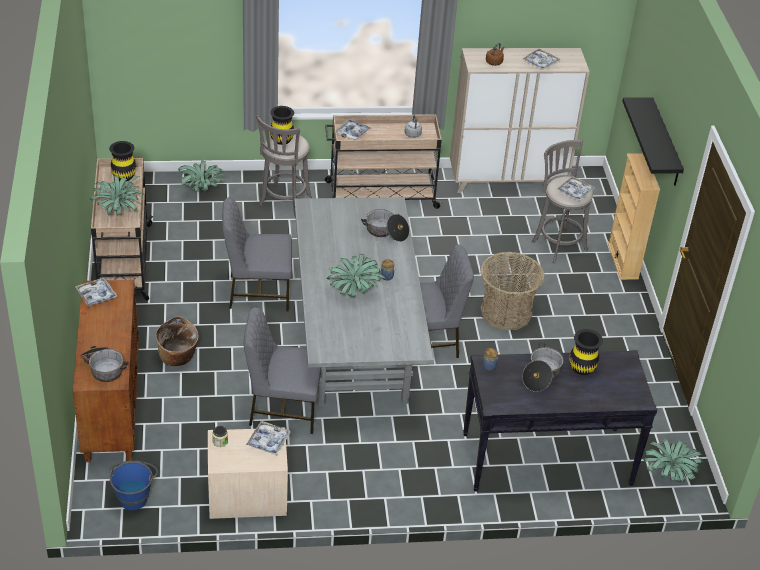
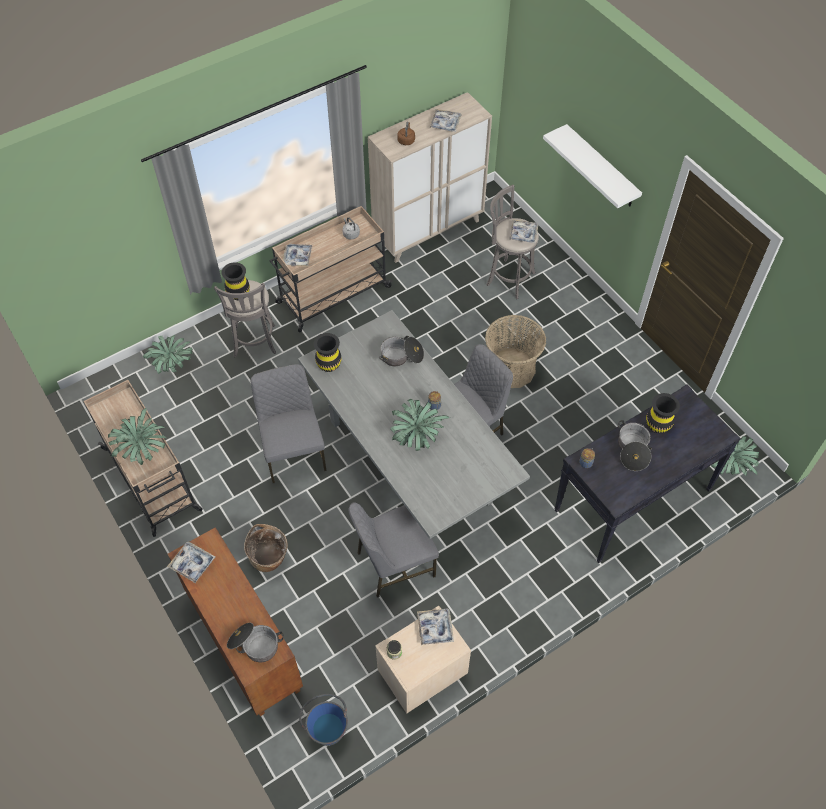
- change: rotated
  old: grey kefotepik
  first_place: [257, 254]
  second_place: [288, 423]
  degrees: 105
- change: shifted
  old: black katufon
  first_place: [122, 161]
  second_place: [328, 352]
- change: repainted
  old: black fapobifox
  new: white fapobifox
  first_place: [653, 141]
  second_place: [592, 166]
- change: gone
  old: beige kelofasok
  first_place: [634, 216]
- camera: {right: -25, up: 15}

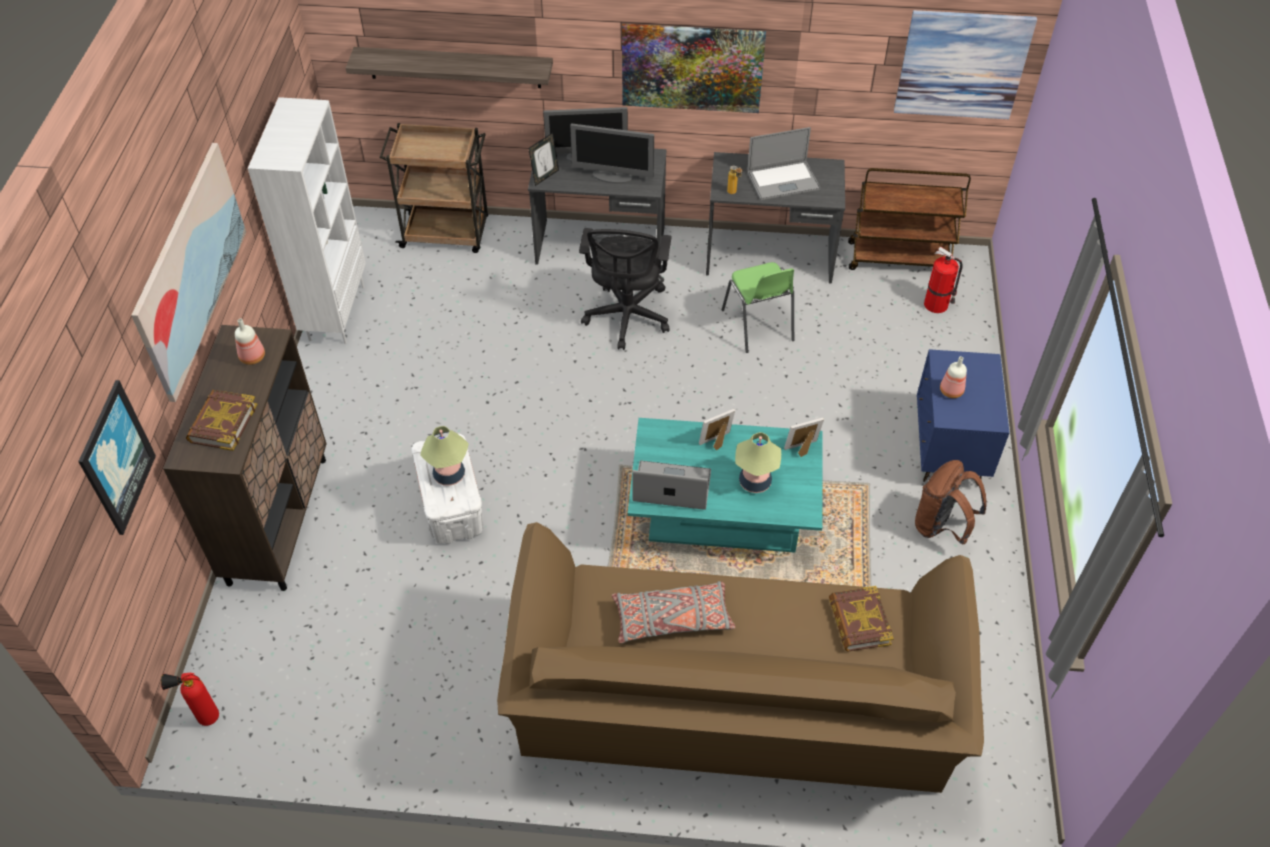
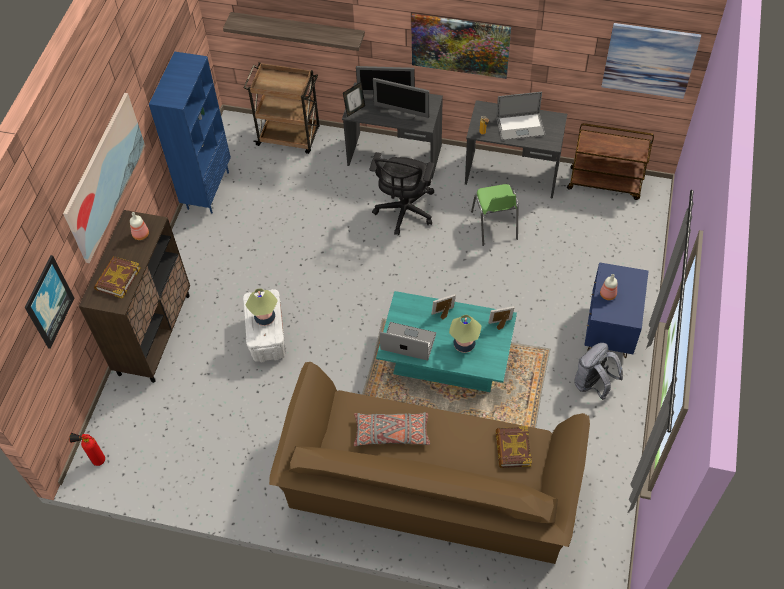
- change: repainted
  old: white kelofasok
  new: blue kelofasok
  first_place: [307, 220]
  second_place: [190, 132]
- change: repainted
  old: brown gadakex
  new: grey gadakex
  first_place: [951, 502]
  second_place: [598, 371]
- change: gone
  old: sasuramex
  first_place: [943, 280]
- camera: {right: 10, up: 5}

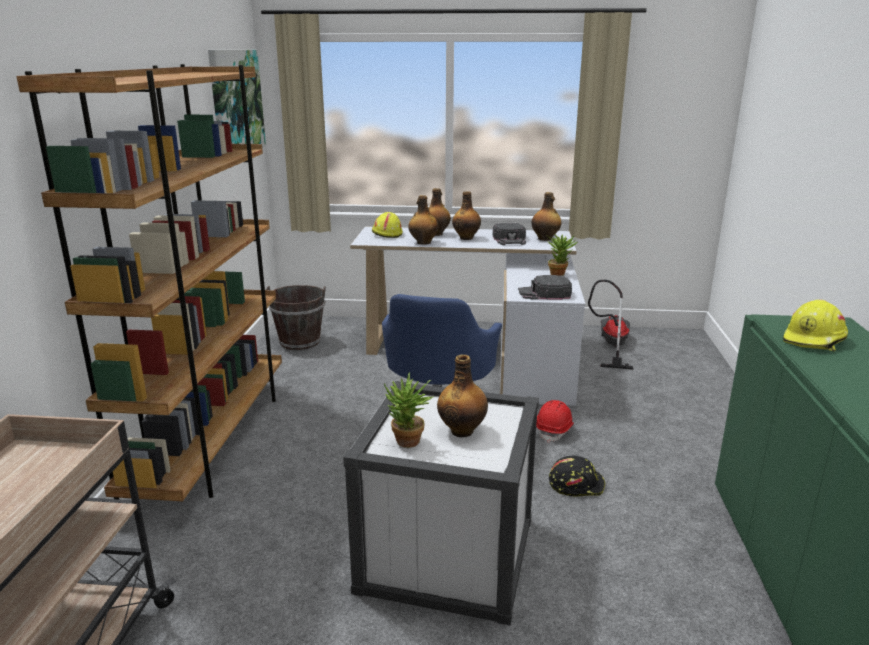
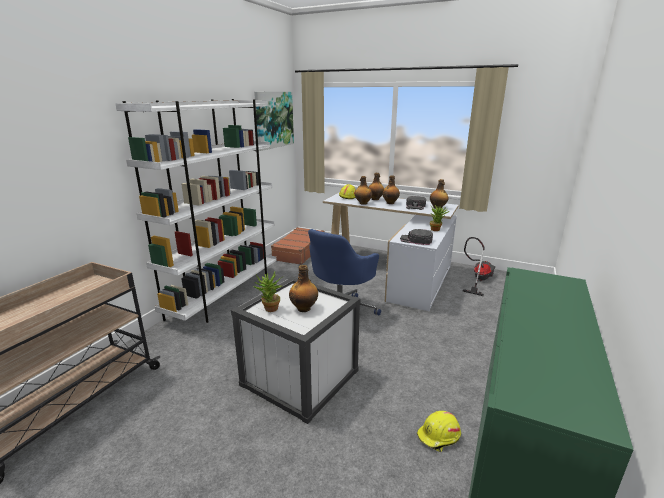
- change: repainted
  old: brown kelofasok
  new: white kelofasok
  first_place: [149, 282]
  second_place: [196, 211]
- change: swapped
  old: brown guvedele
  new: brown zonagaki
  first_place: [295, 317]
  second_place: [297, 246]
- change: shifted
  old: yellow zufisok
  first_place: [815, 325]
  second_place: [439, 431]
- change: gone
  old: red zufisok
  first_place: [555, 421]
- change: gone
  old: black zufisok
  first_place: [577, 476]
- camera: {right: 20, up: 0}

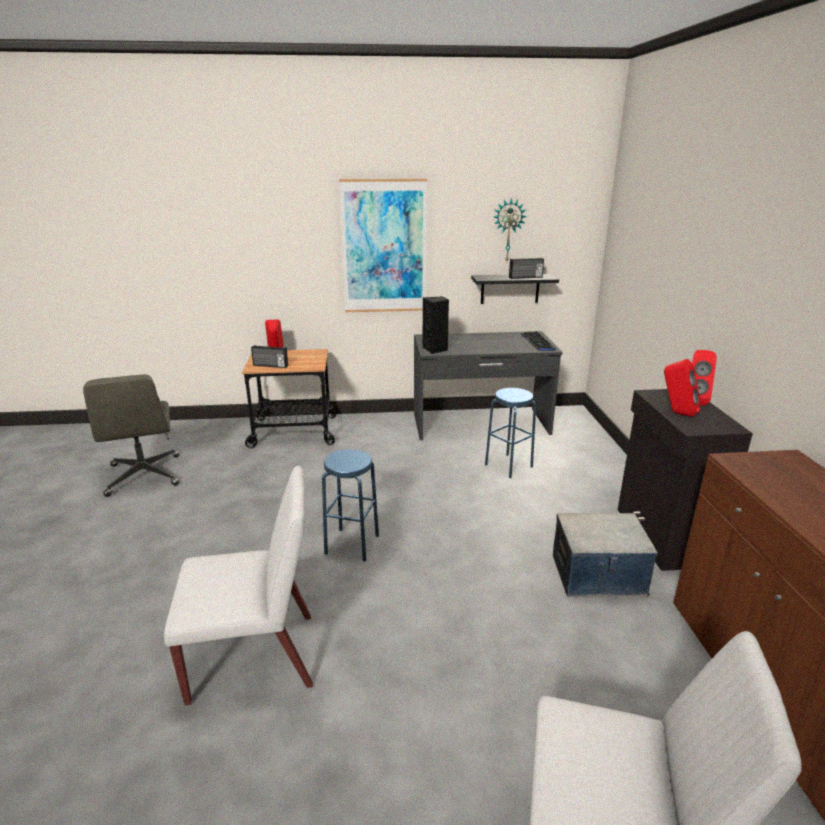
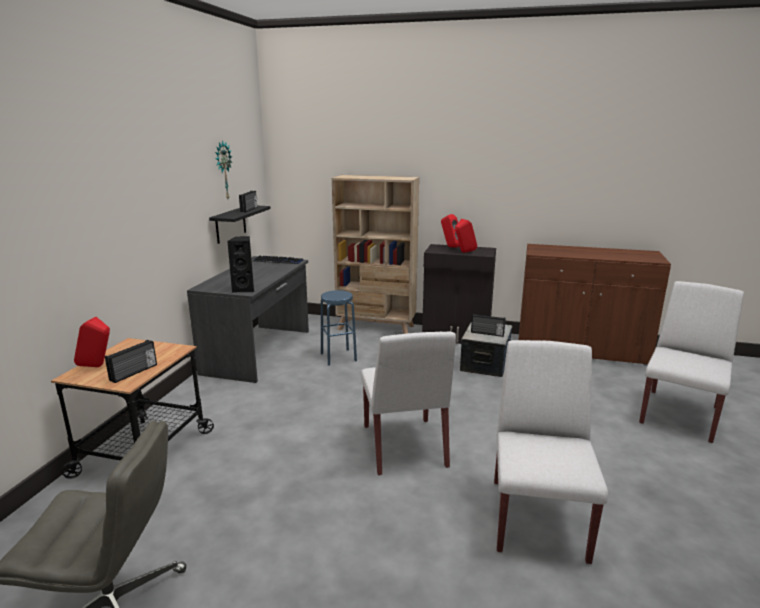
- change: new
  new: beige kelofasok
  second_place: [375, 254]
- change: swapped
  old: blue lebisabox
  new: white kefotepik
  first_place: [350, 505]
  second_place: [408, 403]
- change: new
  new: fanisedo
  second_place: [488, 325]
- change: gone
  old: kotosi
  first_place: [383, 245]
- camera: {right: -70, up: -5}

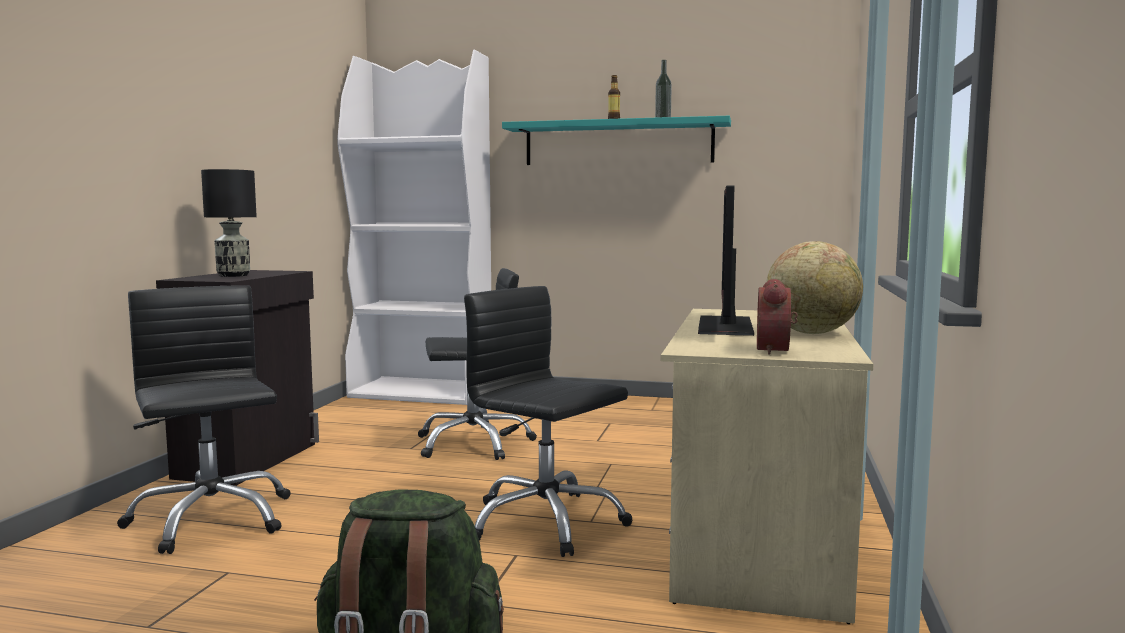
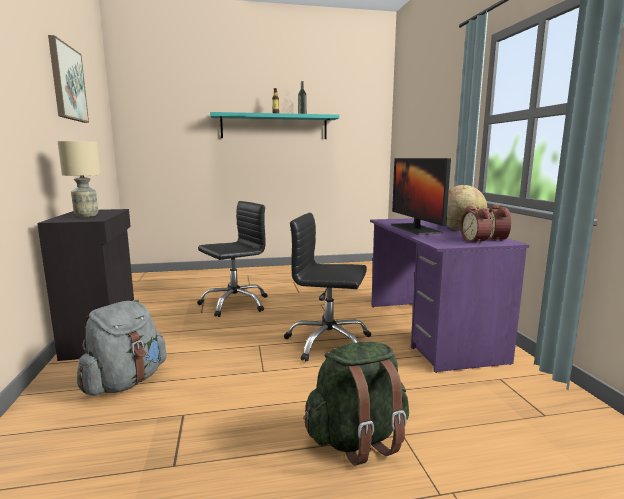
- change: new
  new: kotosi
  second_place: [68, 79]
- change: repainted
  old: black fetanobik
  new: beige fetanobik
  first_place: [229, 223]
  second_place: [79, 179]
- change: swapped
  old: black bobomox
  new: grey gadakex
  first_place: [204, 419]
  second_place: [122, 348]
- change: repainted
  old: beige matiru
  new: purple matiru
  first_place: [767, 467]
  second_place: [449, 295]
- change: new
  new: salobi
  second_place: [499, 223]
- change: gone
  old: white kelofasok
  first_place: [414, 227]
- camera: {right: -25, up: 5}

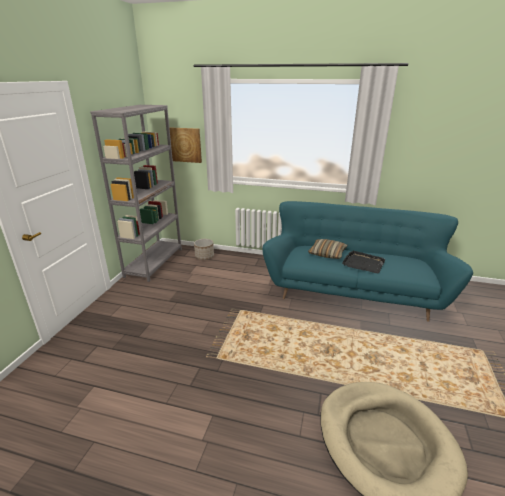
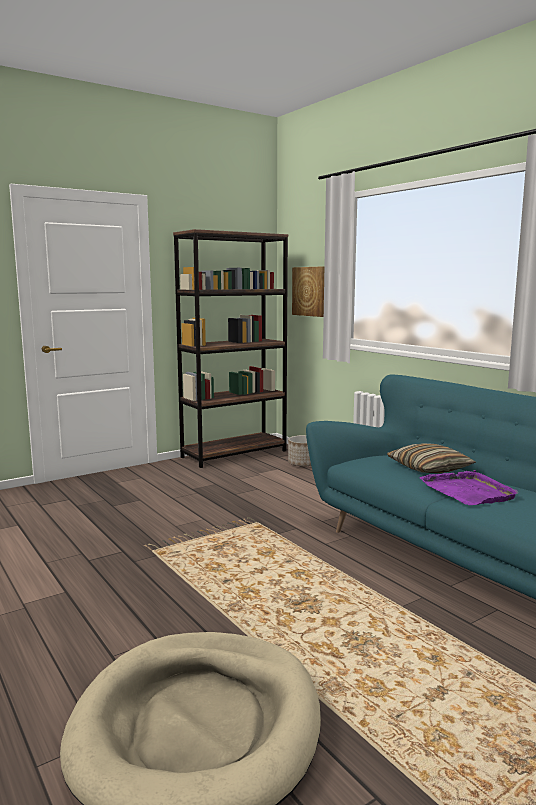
- change: repainted
  old: grey kelofasok
  new: brown kelofasok
  first_place: [136, 193]
  second_place: [230, 348]
- change: repainted
  old: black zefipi
  new: purple zefipi
  first_place: [363, 261]
  second_place: [469, 487]
- camera: {right: 40, up: -15}

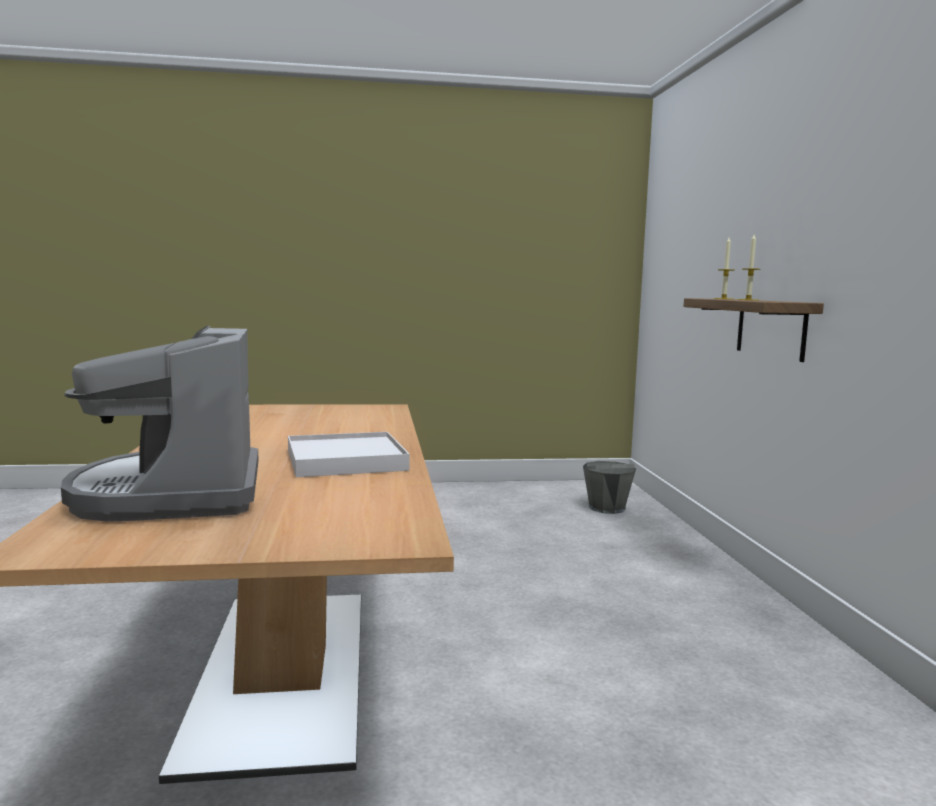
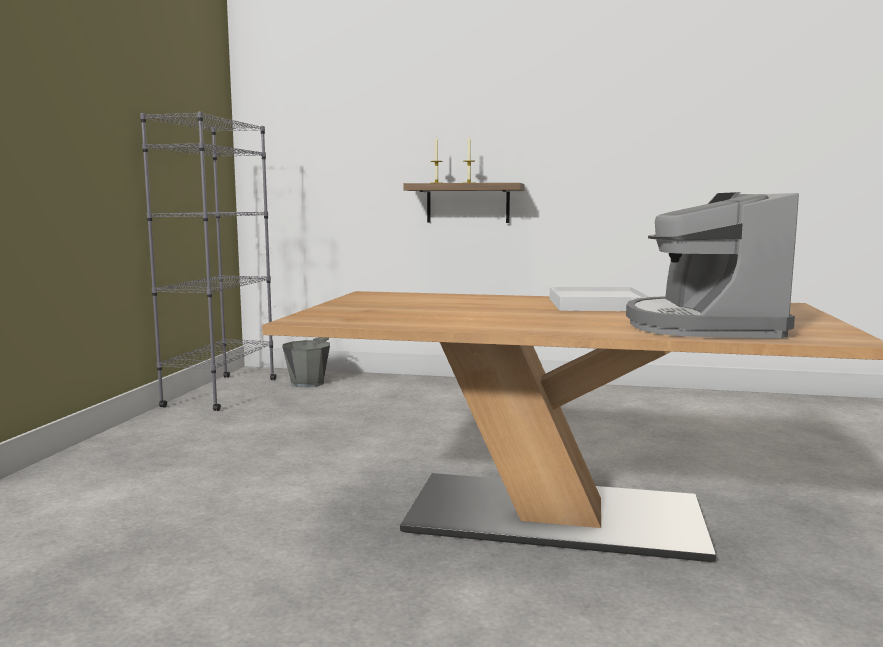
- change: new
  new: grey kelofasok
  second_place: [208, 261]
- change: rotated
  old: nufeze
  first_place: [160, 424]
  second_place: [712, 265]
  degrees: 90
- camera: {right: -70, up: 0}

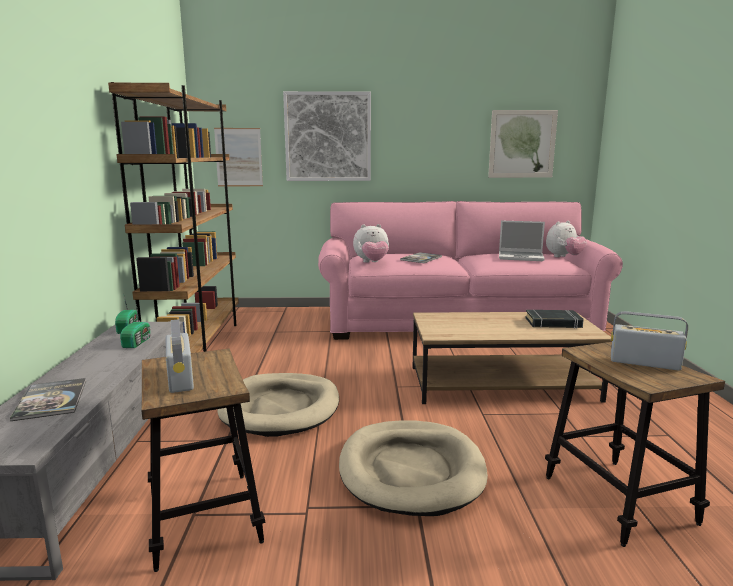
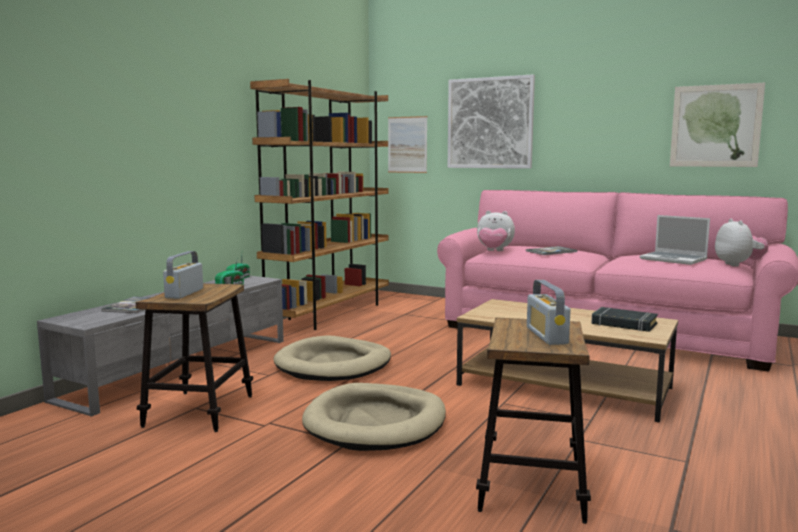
- change: rotated
  old: fanisedo
  first_place: [649, 341]
  second_place: [549, 312]
  degrees: -150
- change: rotated
  old: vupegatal
  first_place: [566, 239]
  second_place: [741, 243]
  degrees: -90
- camera: {right: 30, up: -5}

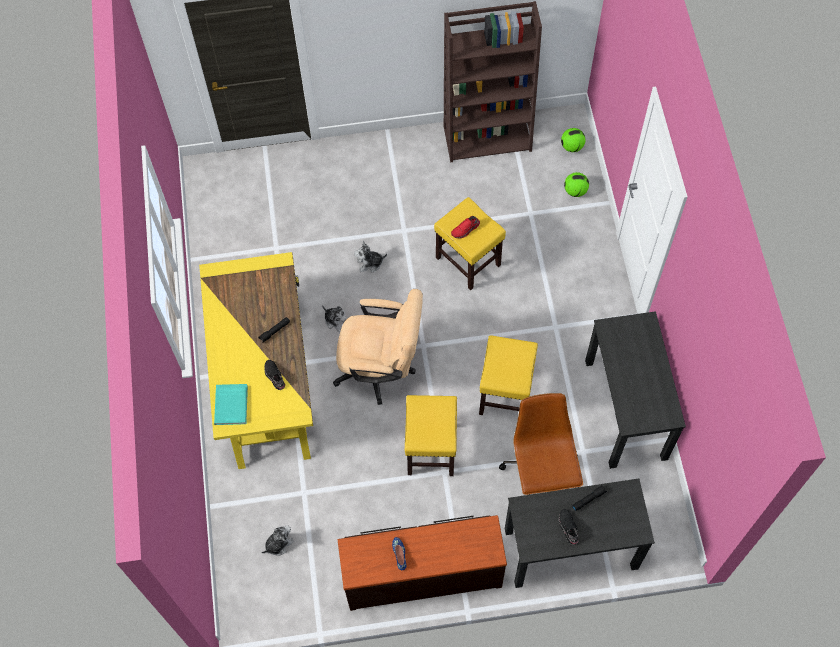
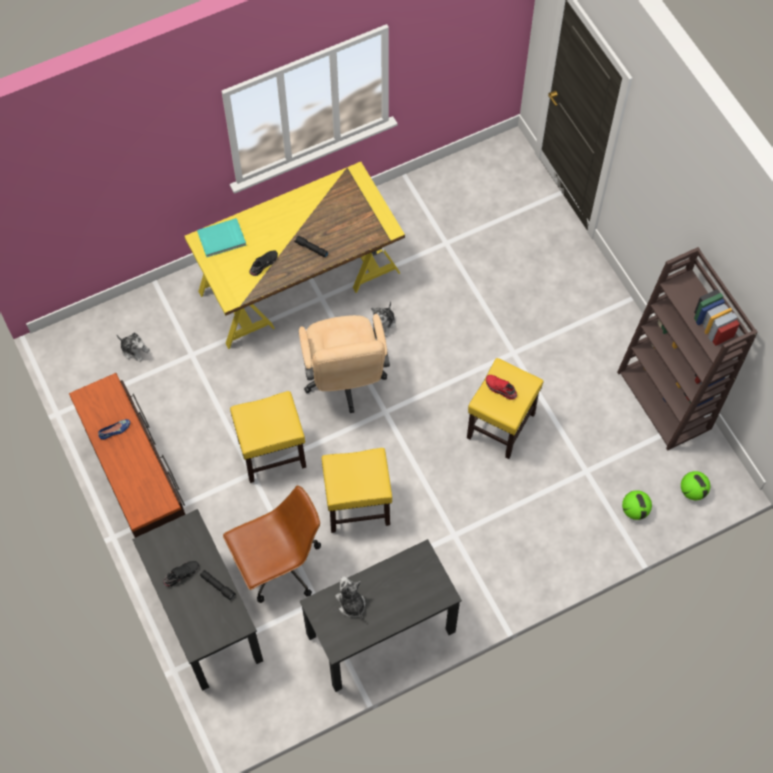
- change: shifted
  old: vupegatal
  first_place: [370, 257]
  second_place: [350, 597]
- camera: {right: 70, up: 0}

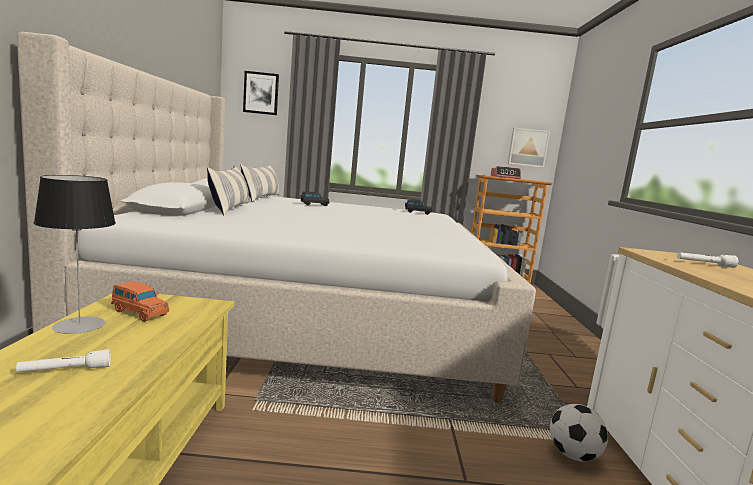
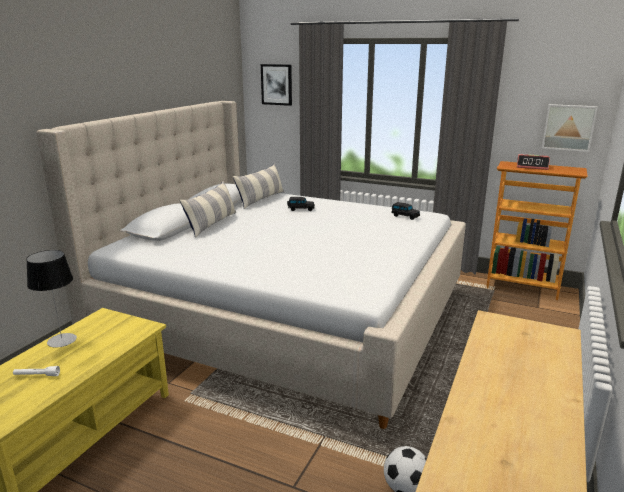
- change: gone
  old: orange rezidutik
  first_place: [140, 301]
- change: gone
  old: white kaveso
  first_place: [707, 260]
- camera: {right: 25, up: 10}

